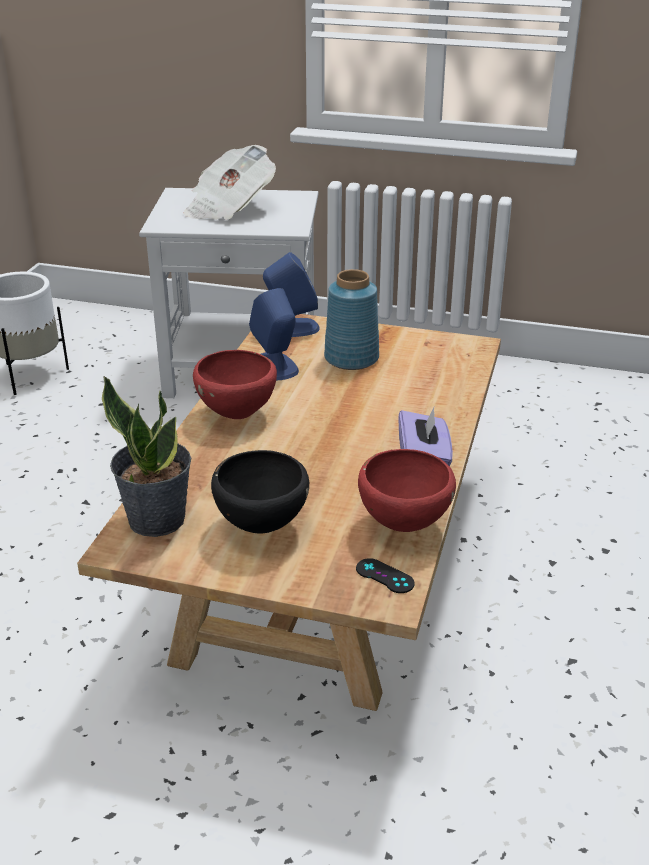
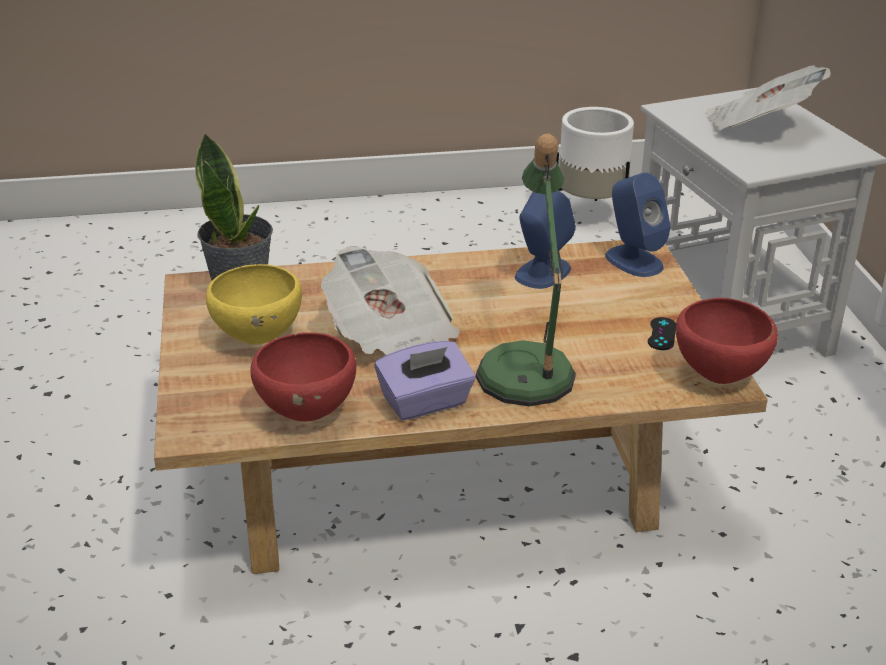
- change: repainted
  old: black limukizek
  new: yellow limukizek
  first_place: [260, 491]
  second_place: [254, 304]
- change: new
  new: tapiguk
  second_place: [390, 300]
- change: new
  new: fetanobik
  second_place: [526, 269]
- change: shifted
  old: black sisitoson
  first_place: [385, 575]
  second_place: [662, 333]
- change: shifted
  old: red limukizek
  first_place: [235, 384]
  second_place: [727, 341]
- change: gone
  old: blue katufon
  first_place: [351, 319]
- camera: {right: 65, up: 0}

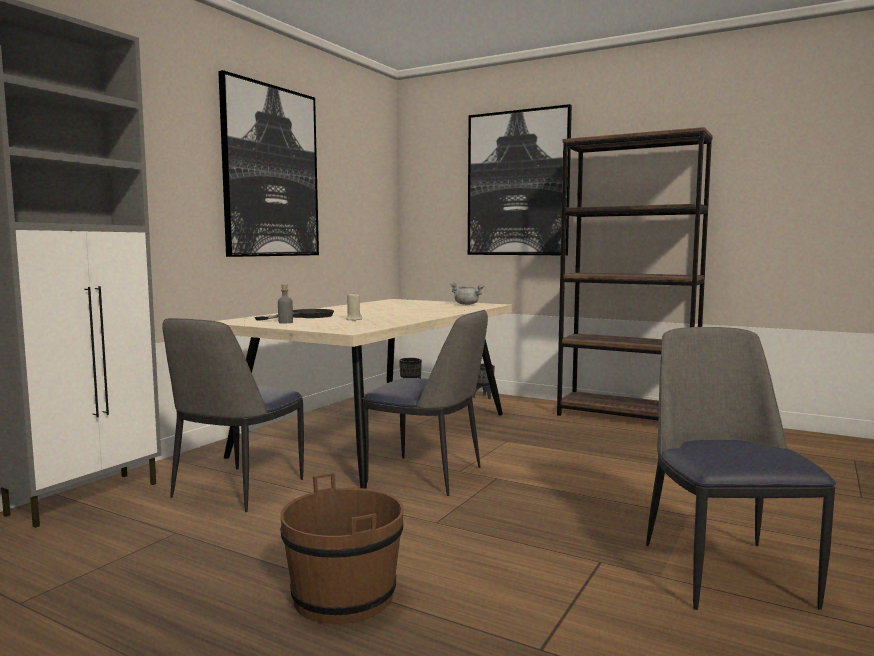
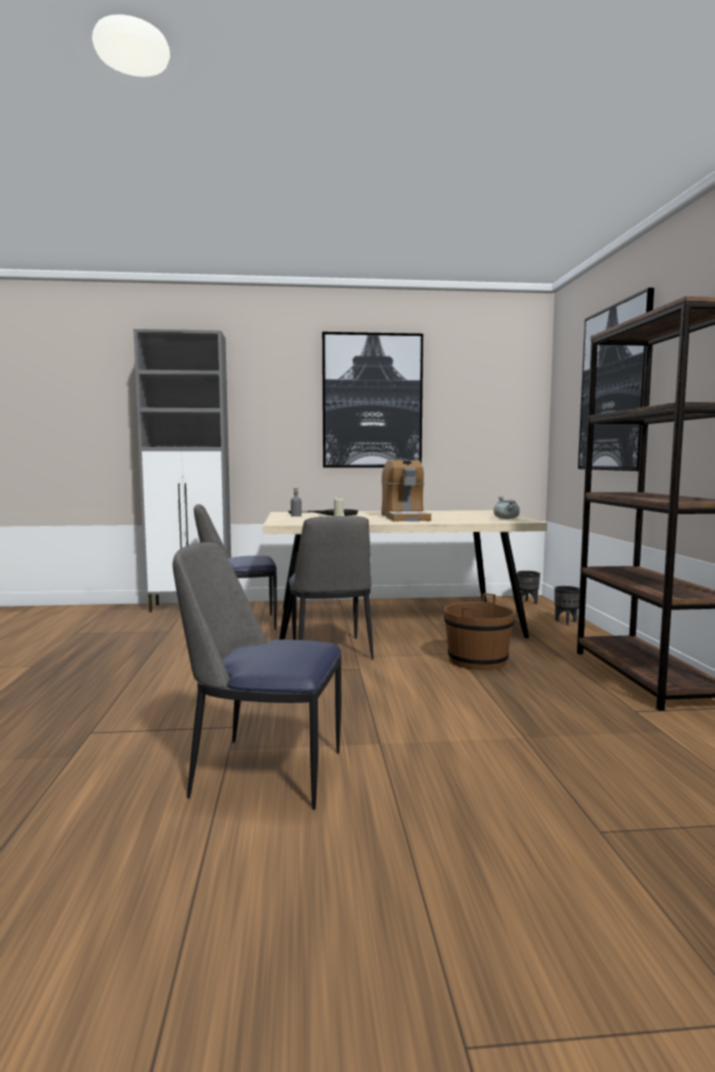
- change: rotated
  old: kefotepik
  first_place: [741, 468]
  second_place: [257, 676]
  degrees: -135
- change: new
  new: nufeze
  second_place: [406, 490]
- change: shifted
  old: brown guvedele
  first_place: [342, 548]
  second_place: [479, 631]
- camera: {right: 55, up: 0}

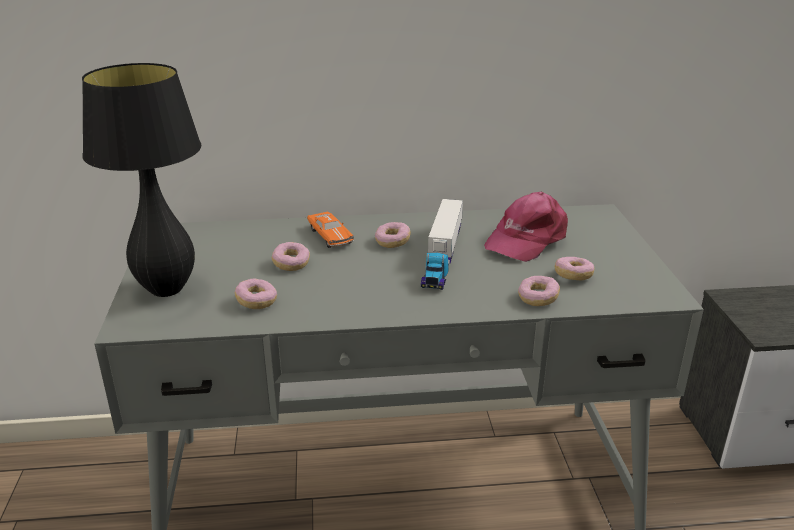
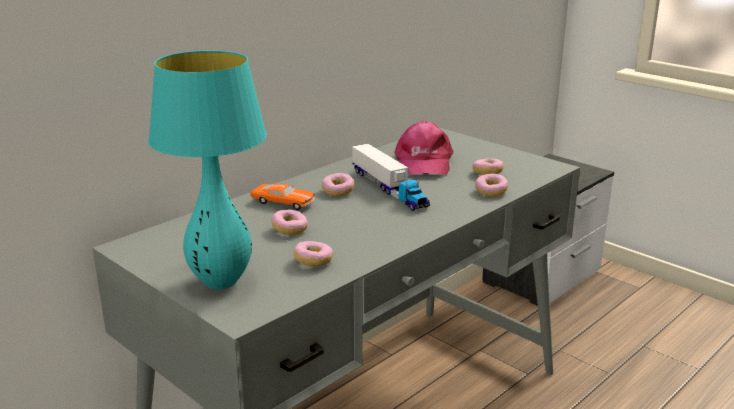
- change: repainted
  old: black fetanobik
  new: turquoise fetanobik
  first_place: [141, 180]
  second_place: [207, 169]
- camera: {right: -40, up: -5}

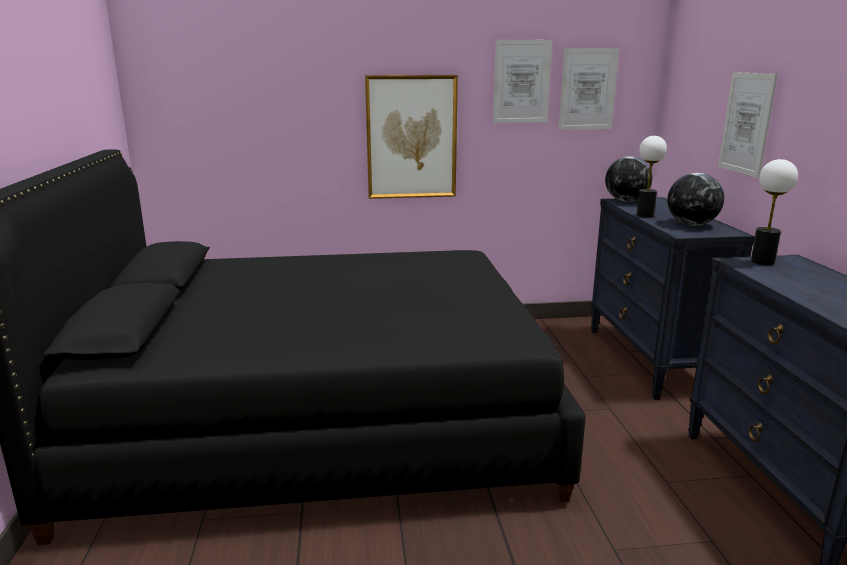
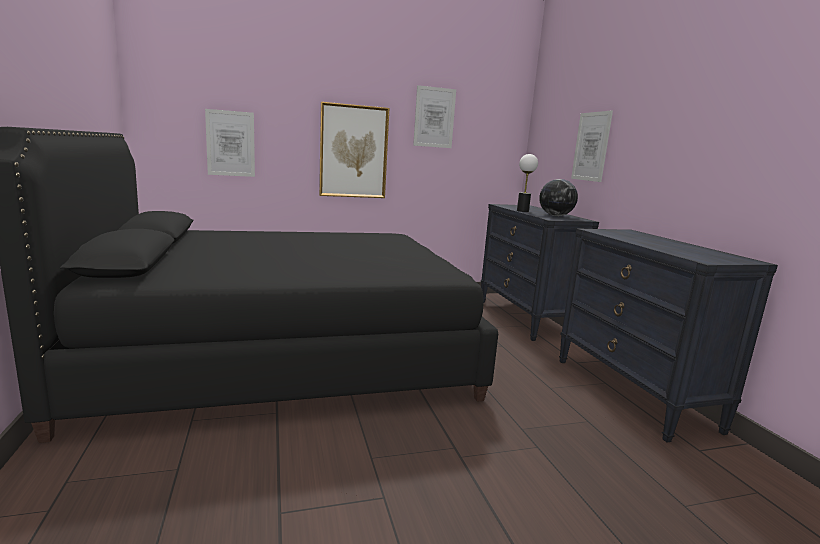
- change: shifted
  old: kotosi
  first_place: [589, 89]
  second_place: [230, 143]
- change: gone
  old: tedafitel
  first_place: [628, 179]
- change: gone
  old: fetanobik
  first_place: [774, 212]
- camera: {right: -10, up: -5}

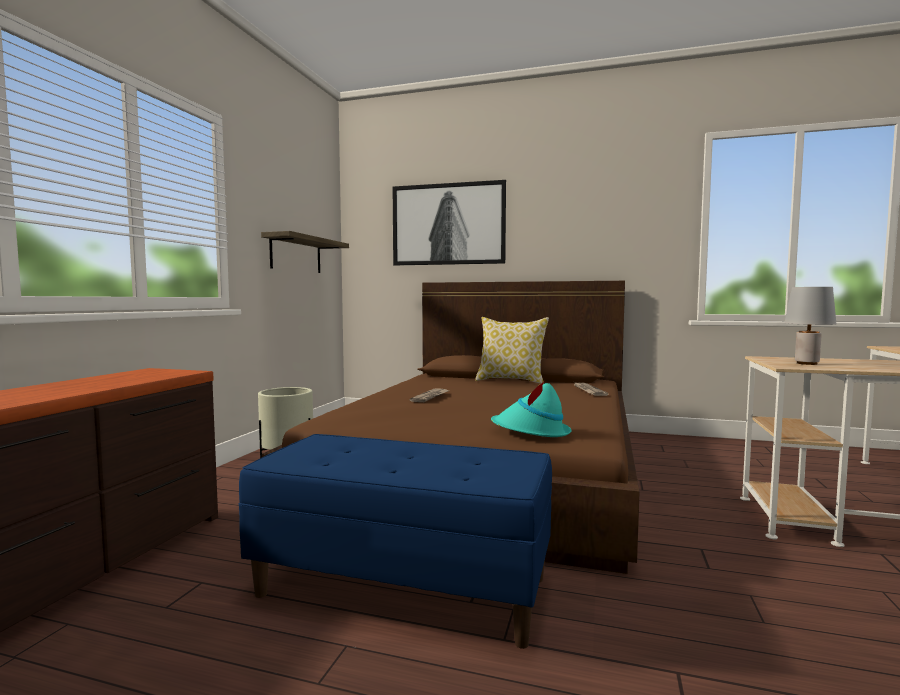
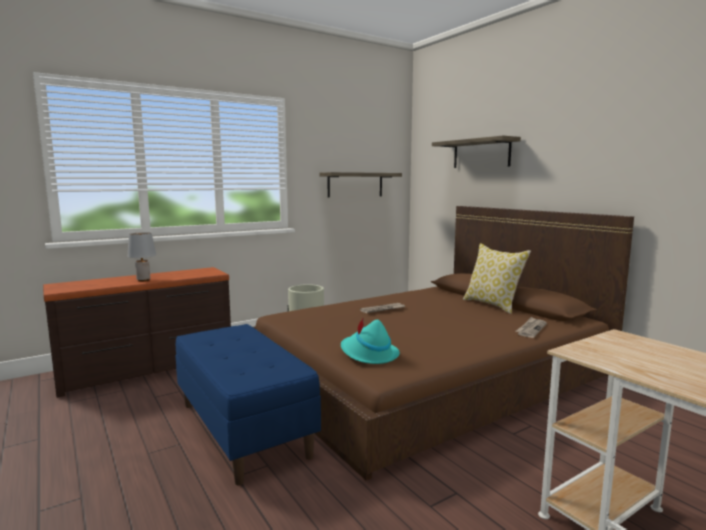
- change: shifted
  old: grey fetanobik
  first_place: [810, 326]
  second_place: [141, 257]
- change: swapped
  old: kotosi
  new: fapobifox
  first_place: [449, 222]
  second_place: [476, 152]
- camera: {right: 40, up: 5}

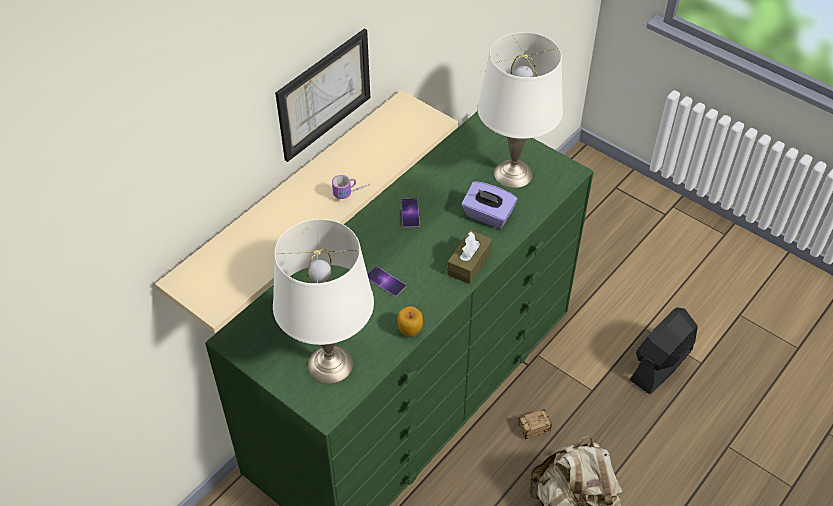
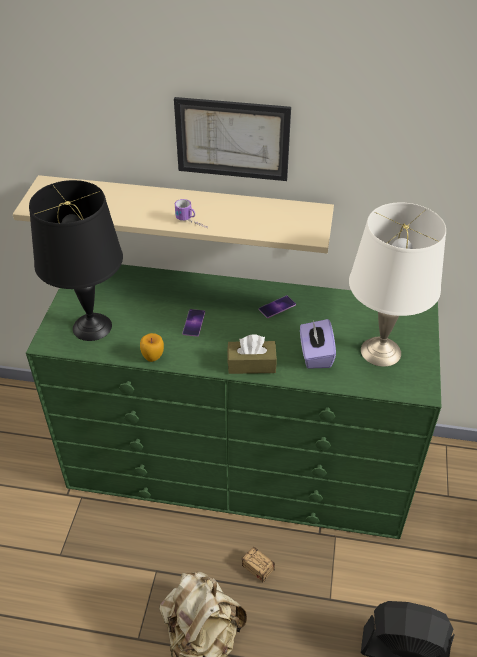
- change: repainted
  old: white fetanobik
  new: black fetanobik
  first_place: [323, 301]
  second_place: [76, 260]
- camera: {right: 60, up: -5}

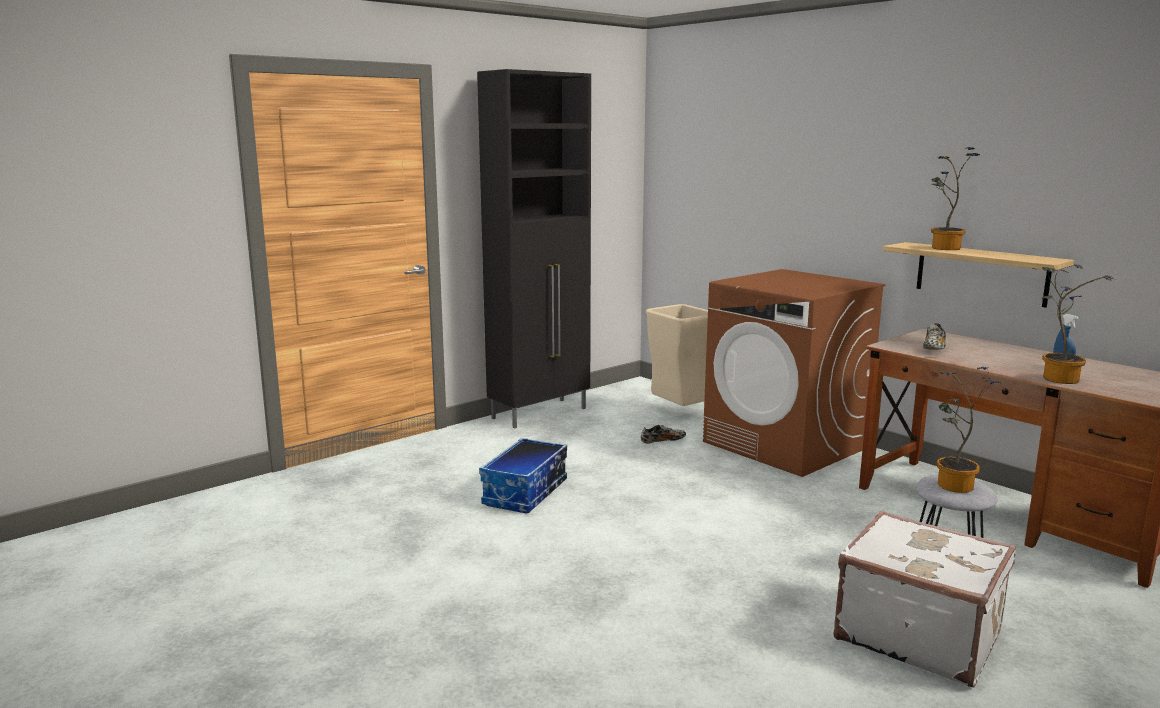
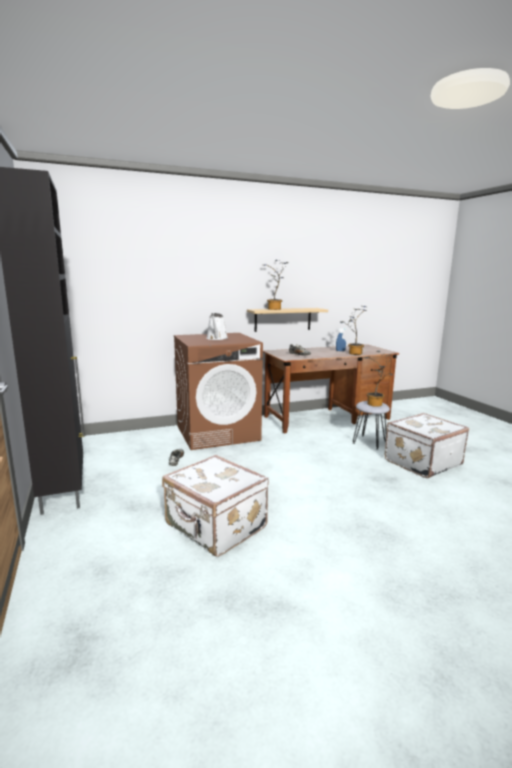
- change: swapped
  old: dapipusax
  new: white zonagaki
  first_place: [523, 475]
  second_place: [215, 506]
- change: new
  new: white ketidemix
  second_place: [217, 326]
- change: gone
  old: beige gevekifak
  first_place: [677, 355]
- camera: {right: -70, up: 0}

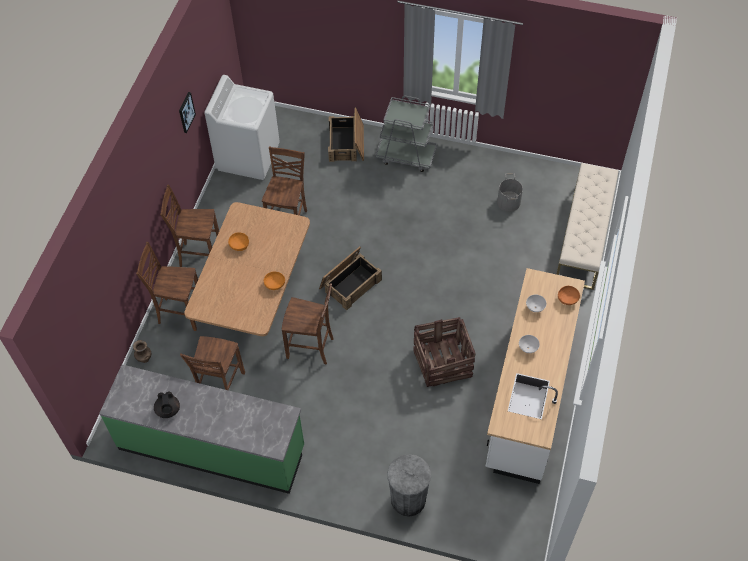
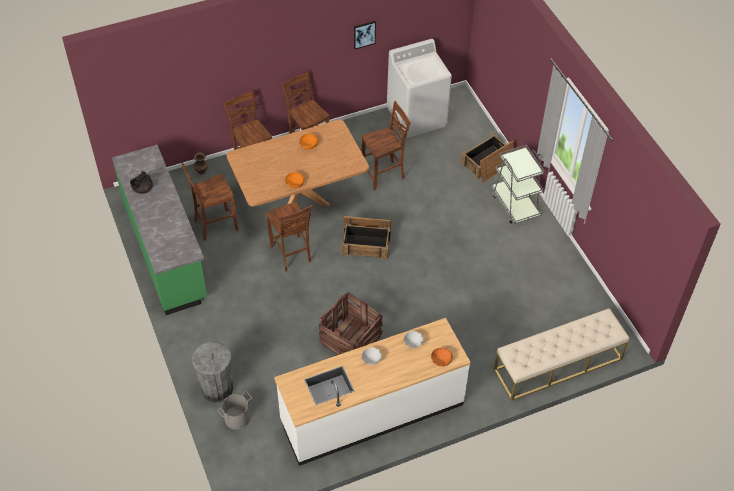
- change: shifted
  old: grey guvedele
  first_place: [510, 192]
  second_place: [235, 410]
- camera: {right: 50, up: -5}

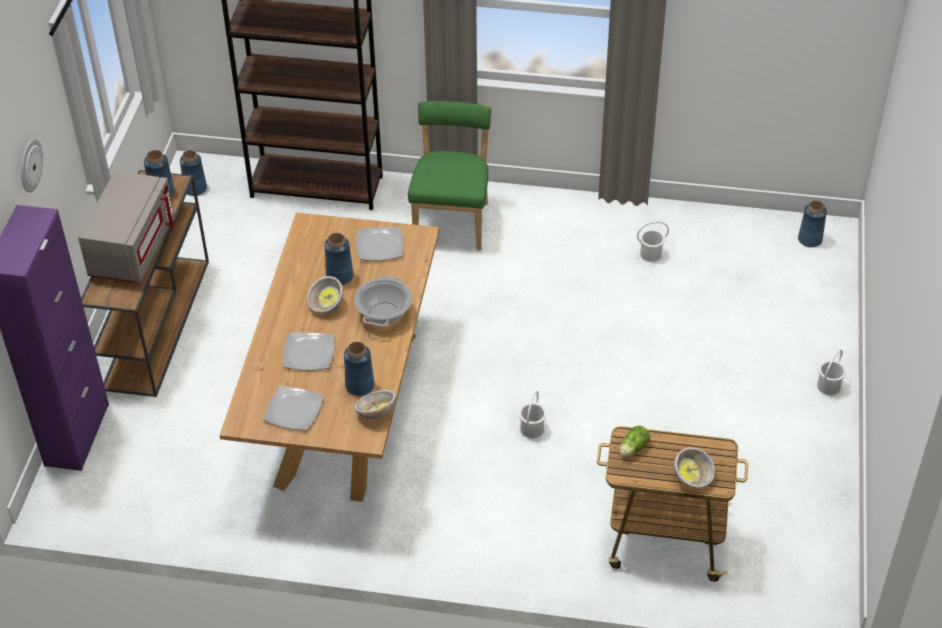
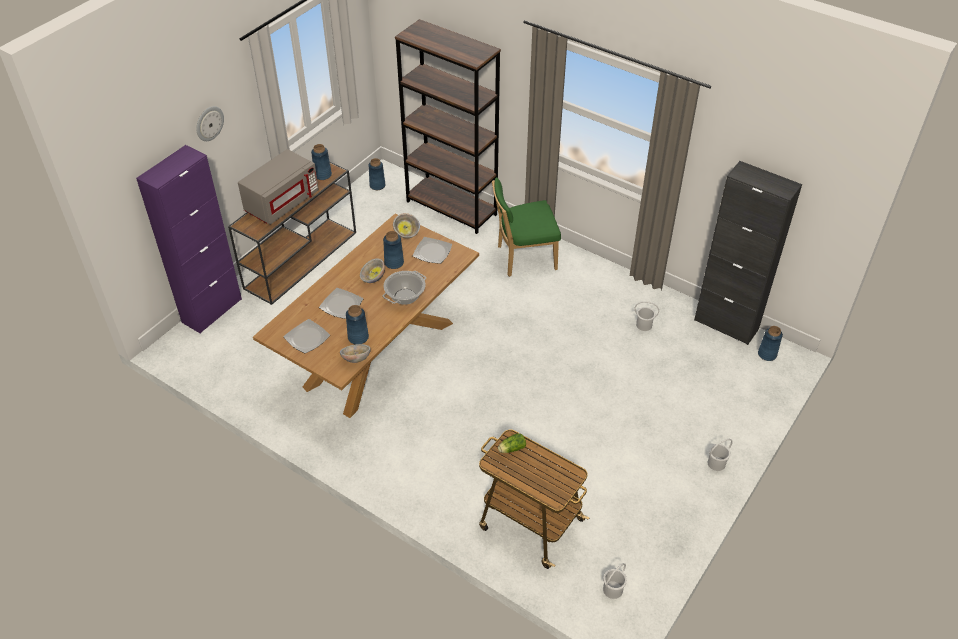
- change: shifted
  old: limukizek
  first_place: [694, 468]
  second_place: [406, 225]
- change: rotated
  old: green kefotepik
  first_place: [449, 176]
  second_place: [526, 227]
  degrees: -135
- change: shifted
  old: white guvedele
  first_place: [532, 414]
  second_place: [615, 581]
- change: new
  new: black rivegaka
  second_place: [748, 253]
- camera: {right: 25, up: 0}

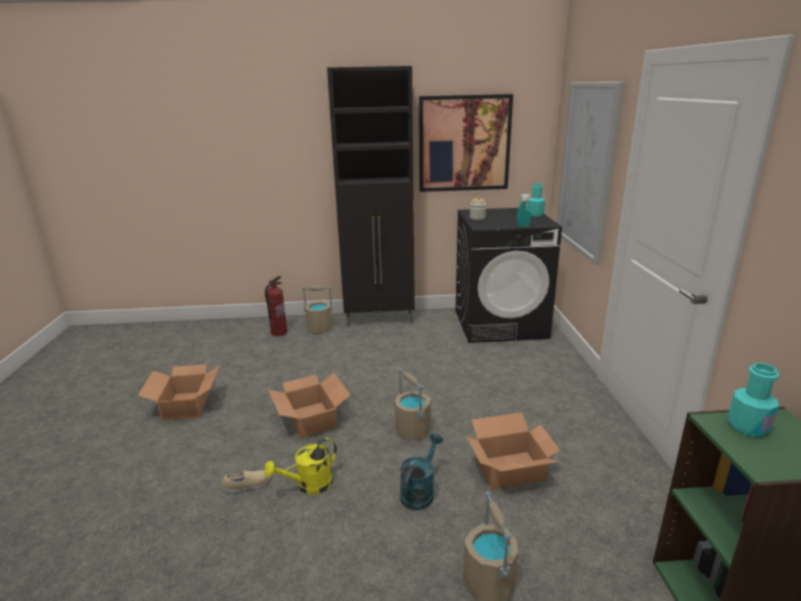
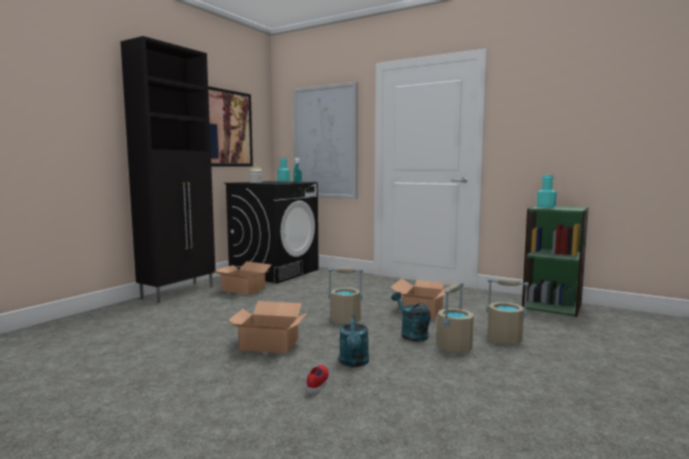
- change: shifted
  old: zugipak
  first_place: [179, 392]
  second_place: [242, 278]
- change: repainted
  old: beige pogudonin
  new: red pogudonin
  first_place: [246, 482]
  second_place: [318, 380]
- change: repainted
  old: yellow ketidemix
  new: turquoise ketidemix
  first_place: [300, 466]
  second_place: [354, 341]
- change: shifted
  old: beige guvedele
  first_place: [317, 309]
  second_place: [455, 317]
- change: gone
  old: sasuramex
  first_place: [276, 306]
- camera: {right: -55, up: -15}

